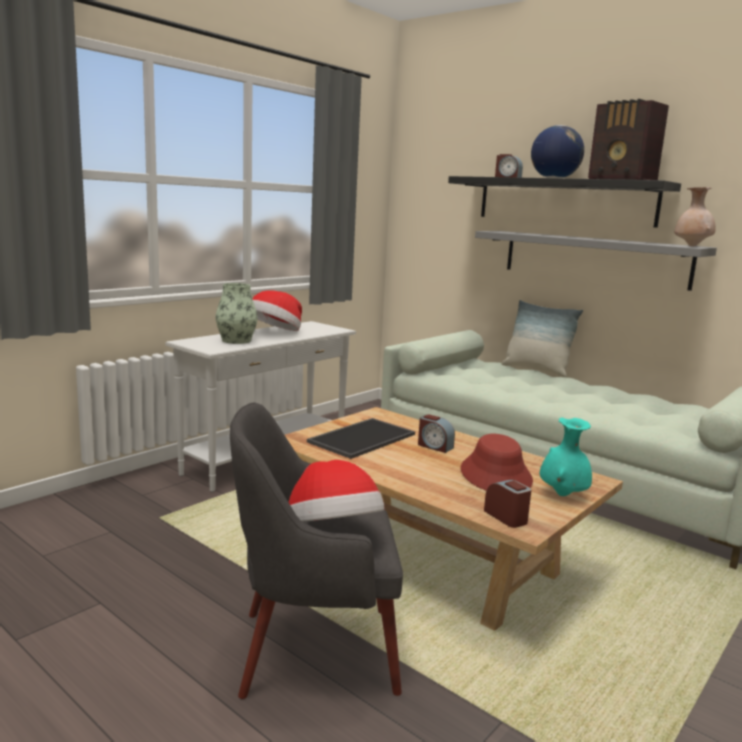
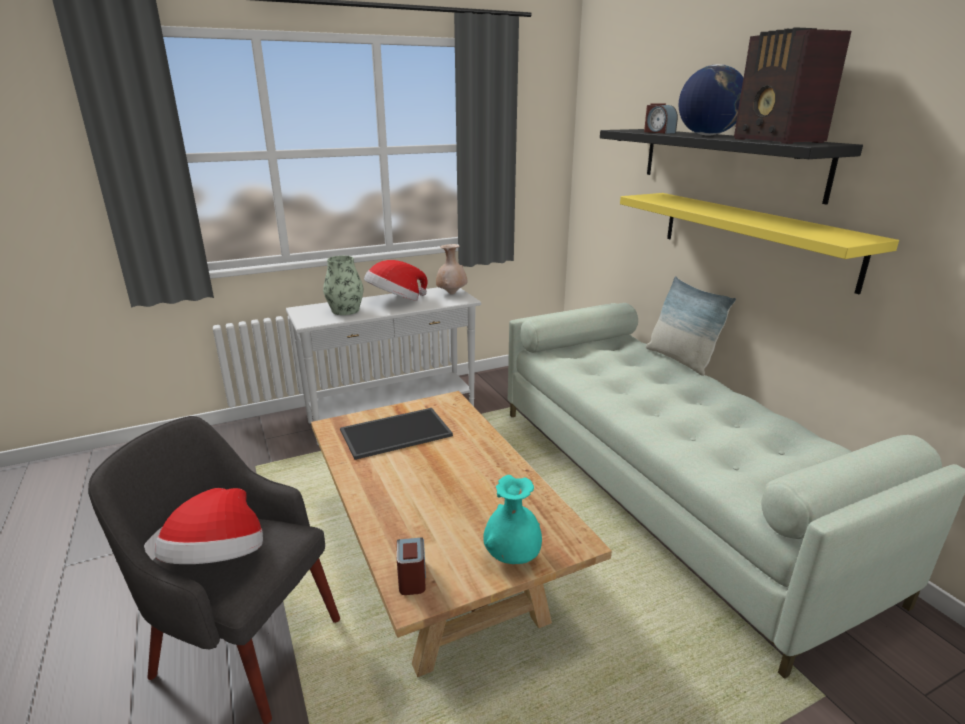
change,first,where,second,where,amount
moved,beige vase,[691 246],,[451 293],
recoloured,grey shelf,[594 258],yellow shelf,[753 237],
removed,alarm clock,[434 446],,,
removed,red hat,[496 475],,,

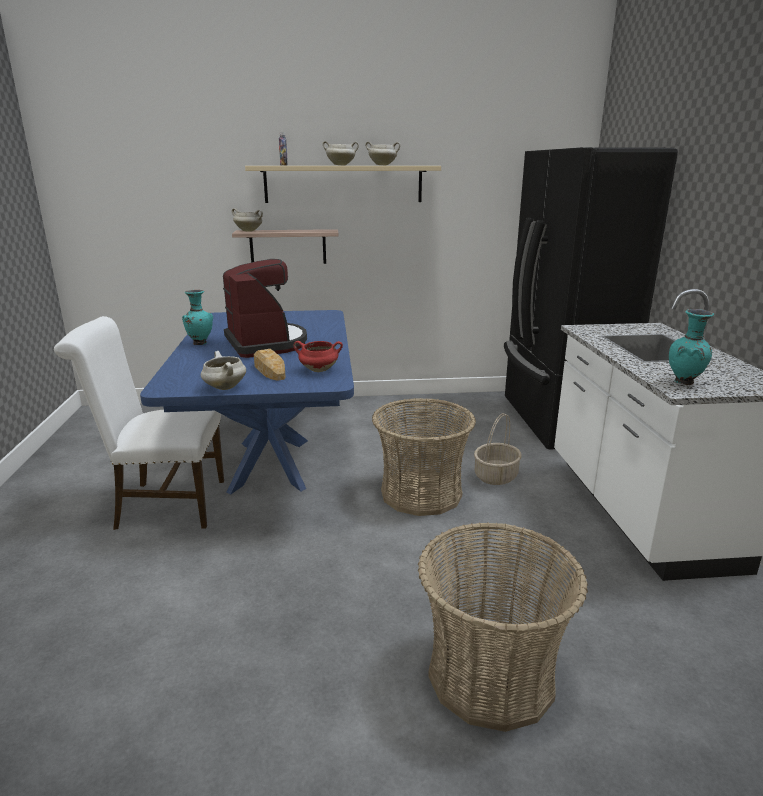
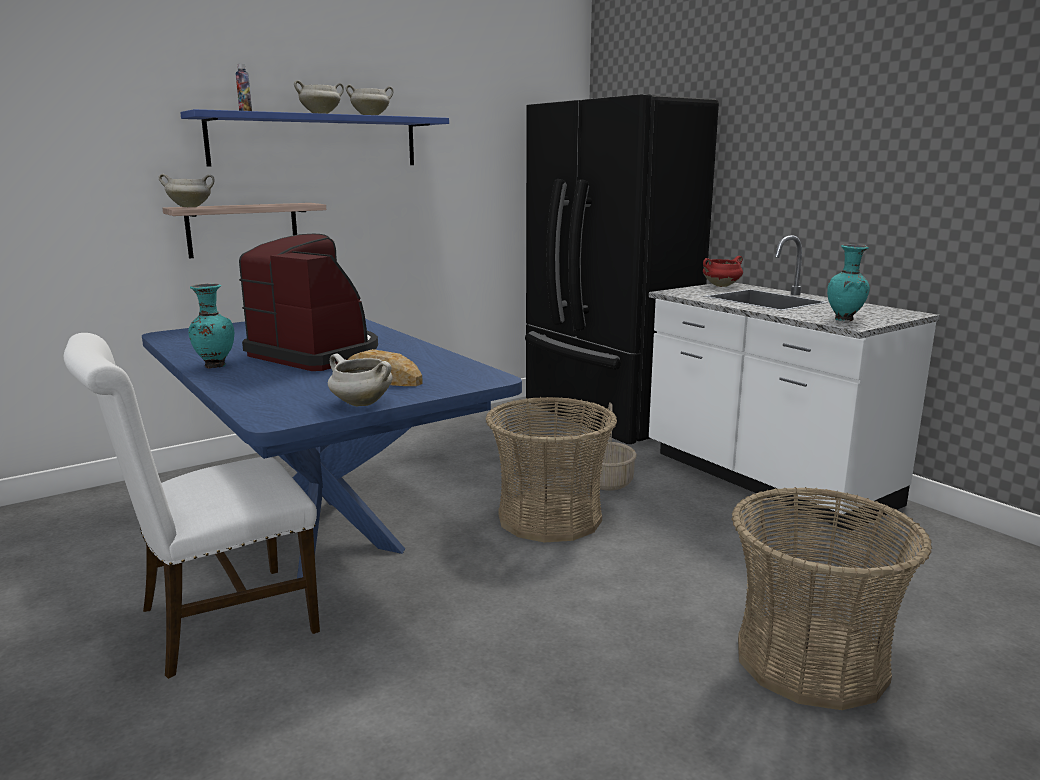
change,first,where,second,where,amount
recoloured,beige shelf,[343 184],blue shelf,[316 141],
moved,red cooking pot,[318 370],,[721 286],

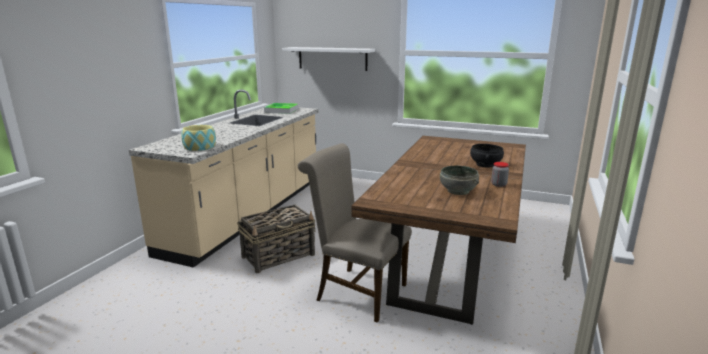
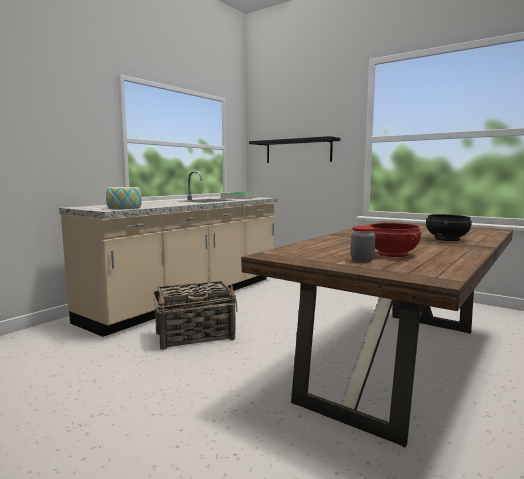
change,first,where,second,where,amount
recoloured,white shelf,[332 58],black shelf,[298 151],
moved,jar,[498 184],,[362 260],
recoloured,grey bowl,[458 191],red bowl,[393 254],
removed,beige chair,[356 291],,,

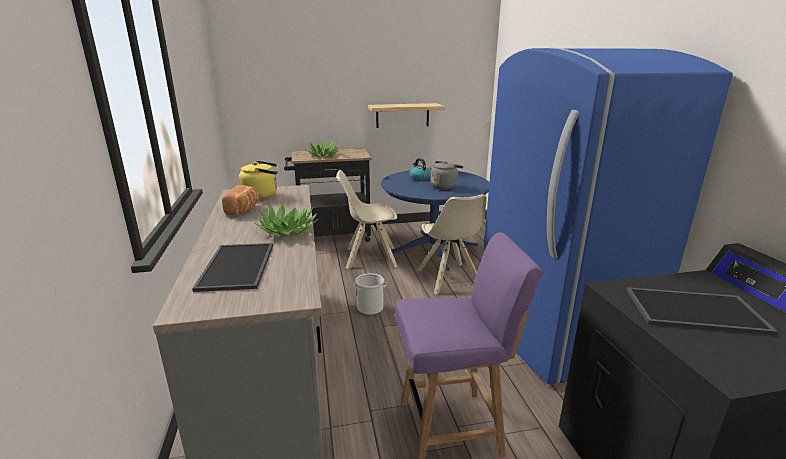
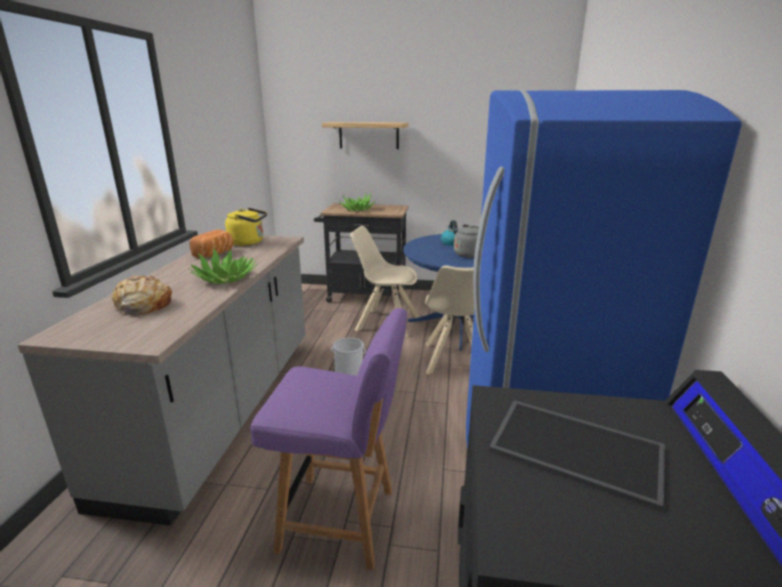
change,first,where,second,where,amount
replaced,tray,[238 266],bread,[143 305],
moved,shelf,[402 115],,[369 135],

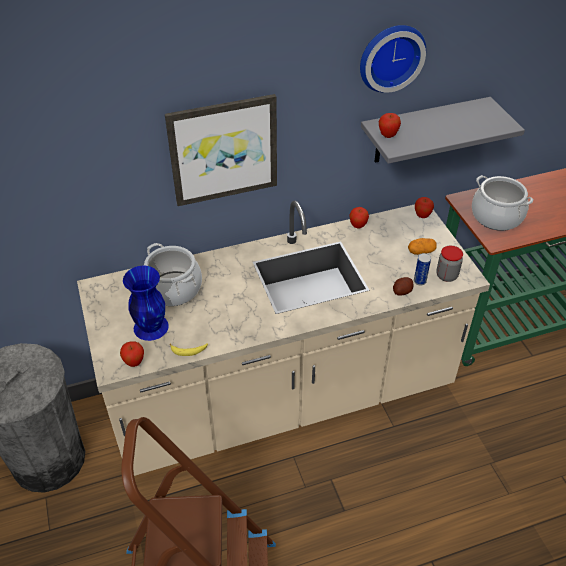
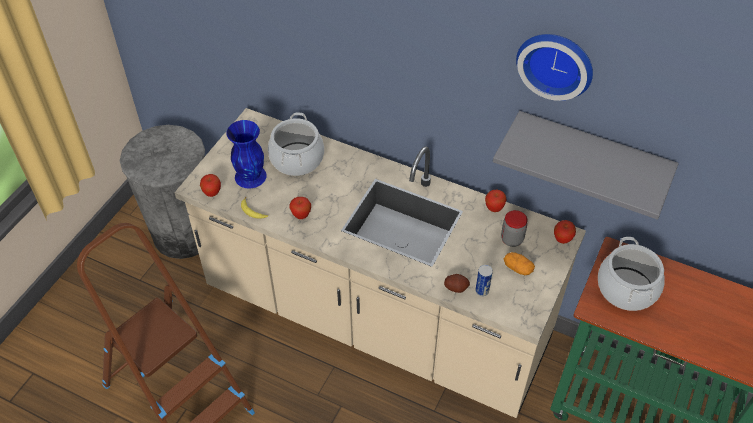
change,first,where,second,where,amount
moved,apple,[388 135],,[301 215],
moved,jar,[446 276],,[512 239],
removed,picture,[223 150],,,

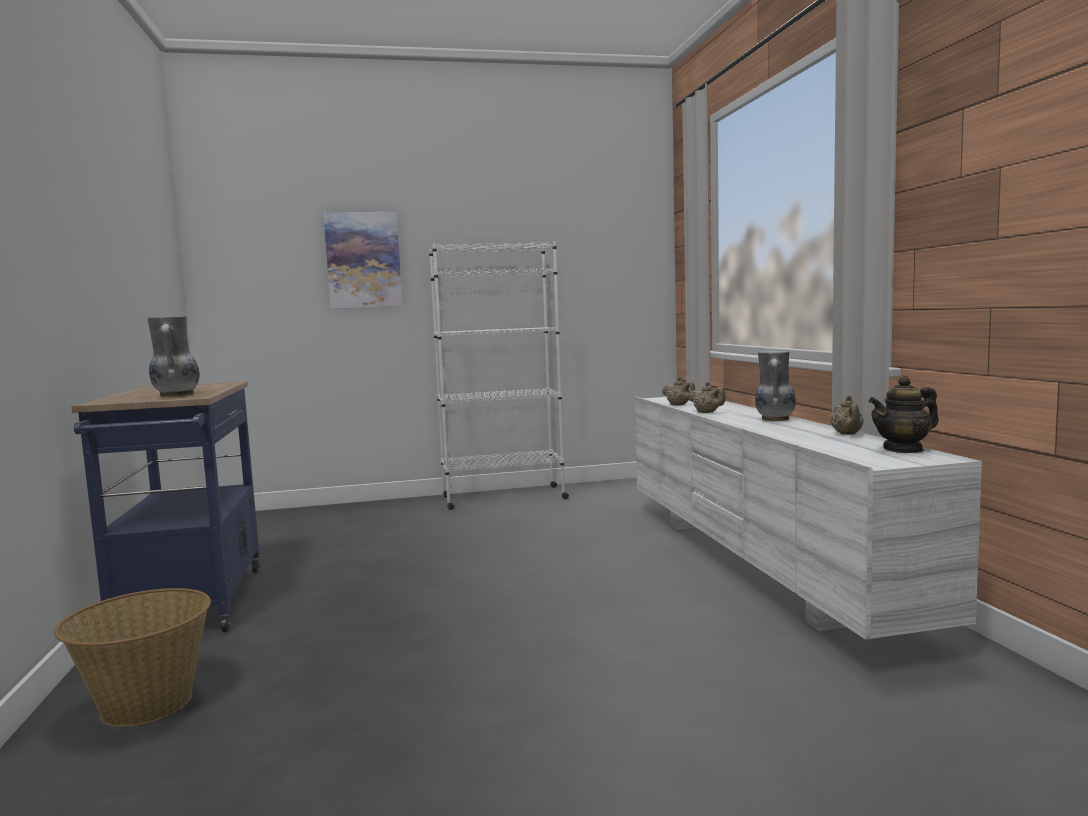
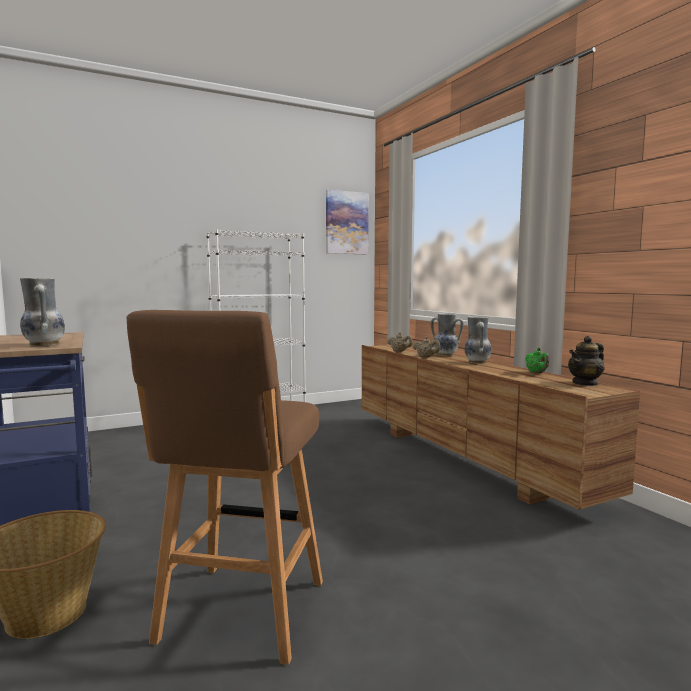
change,first,where,second,where,amount
added,,,brown stool,[240 614],
moved,picture,[363 260],,[346 223],
recoloured,white cabinet,[757 564],brown cabinet,[462 459],
added,,,vase,[445 355],
recoloured,beige teapot,[847 434],green teapot,[537 373],

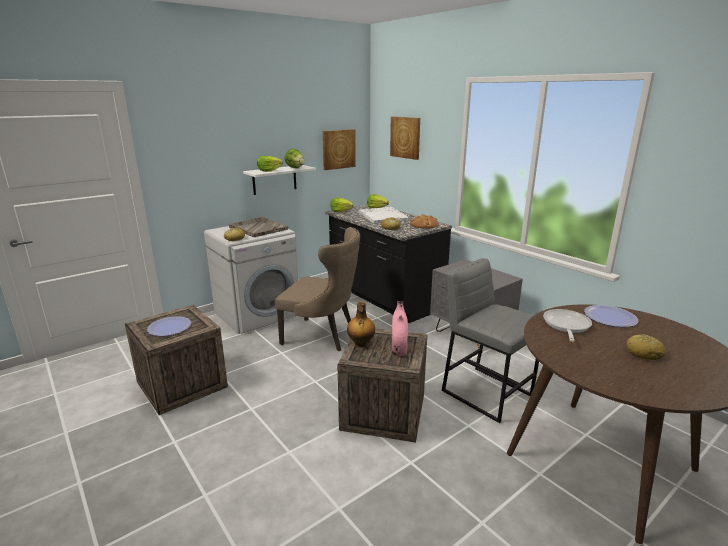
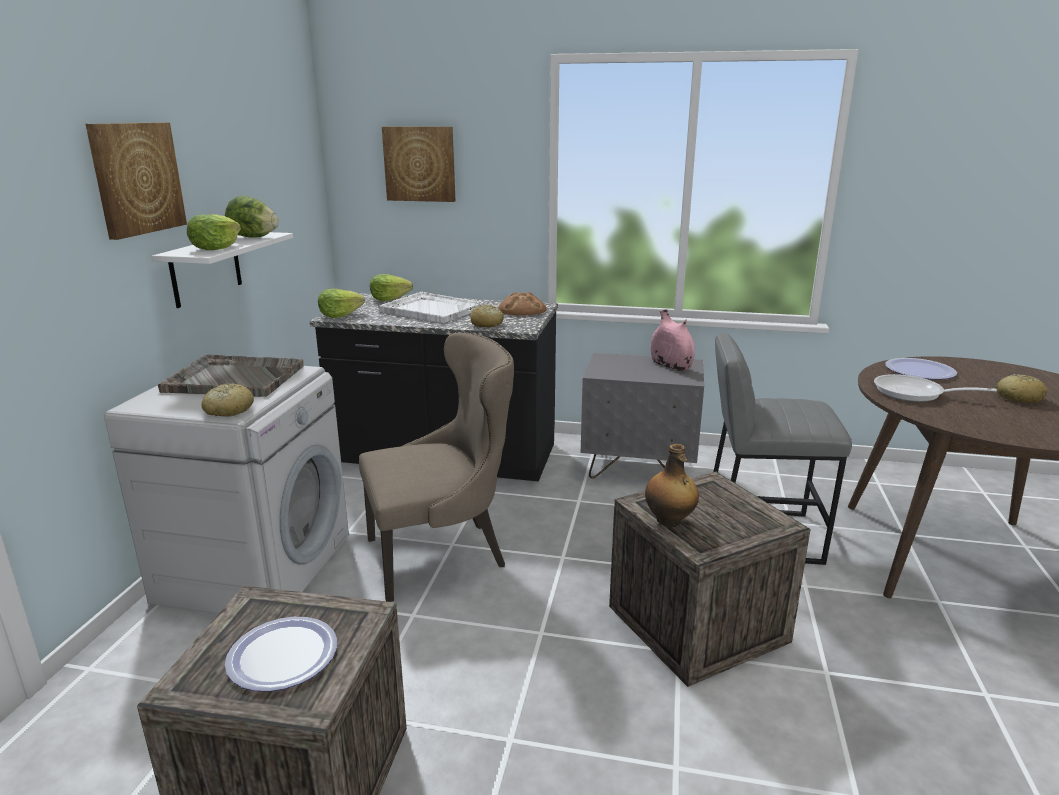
change,first,where,second,where,amount
moved,picture,[338 149],,[136 178],
moved,pink vase,[399 347],,[670 365],
turned,frying pan,[566 326],,[914 393],45 degrees counterclockwise

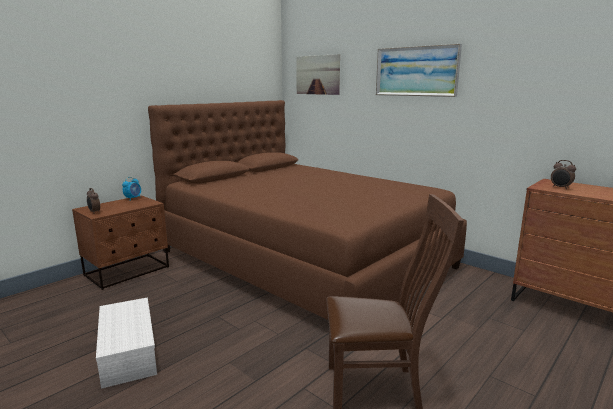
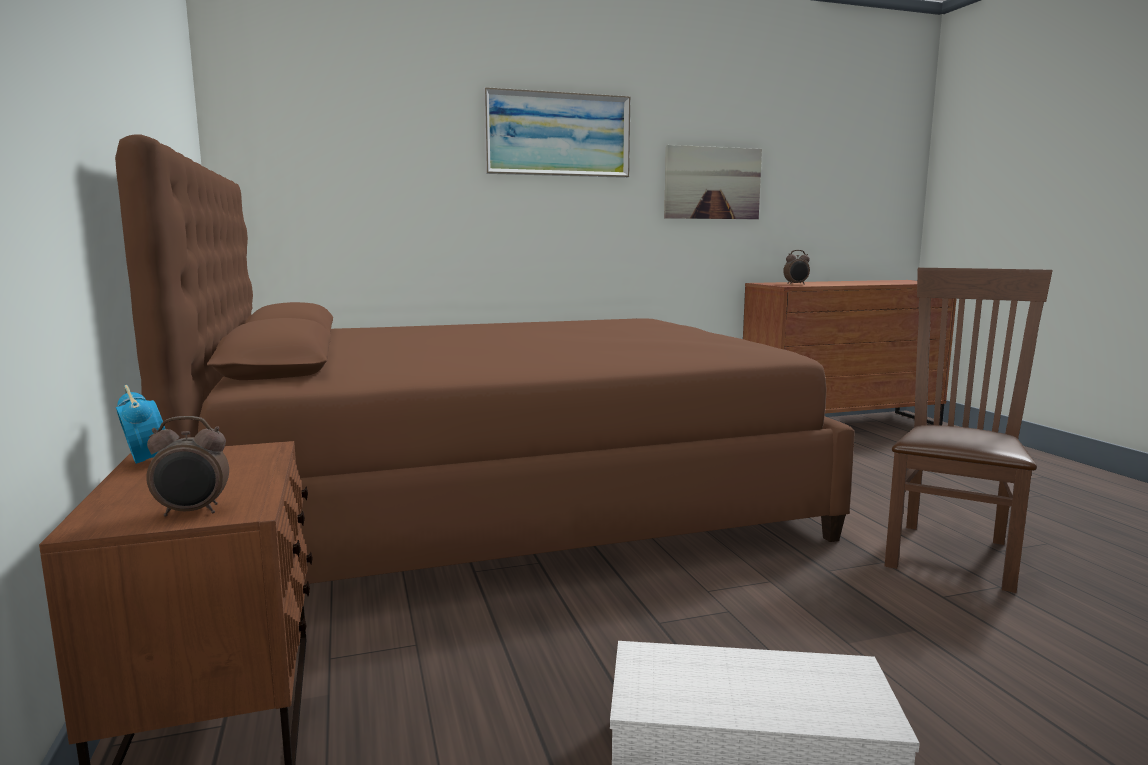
change,first,where,second,where,amount
moved,picture,[317 75],,[712 183],

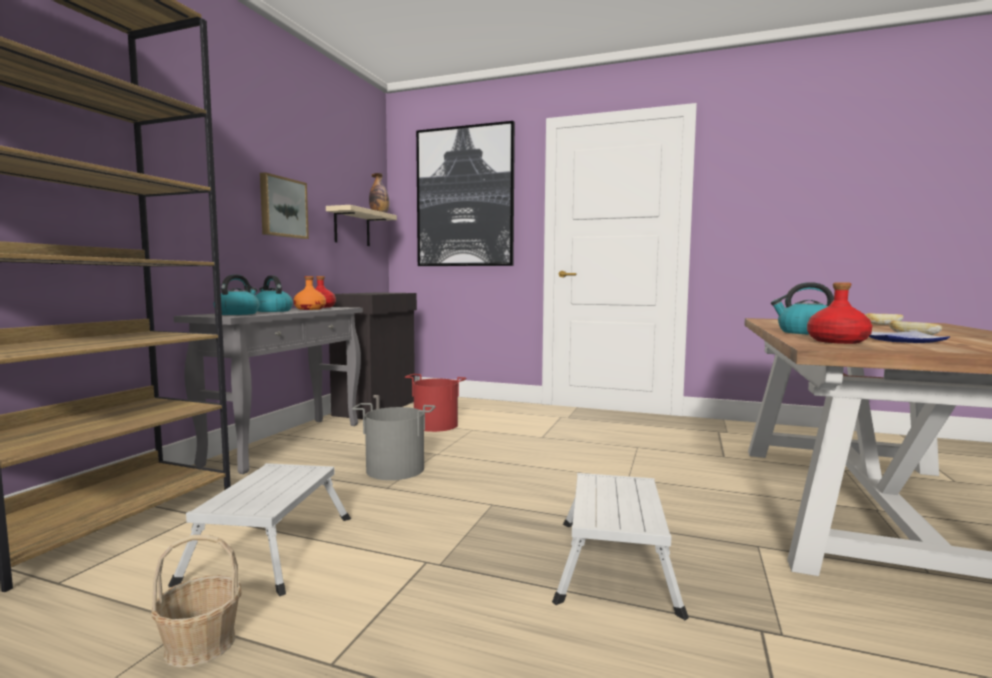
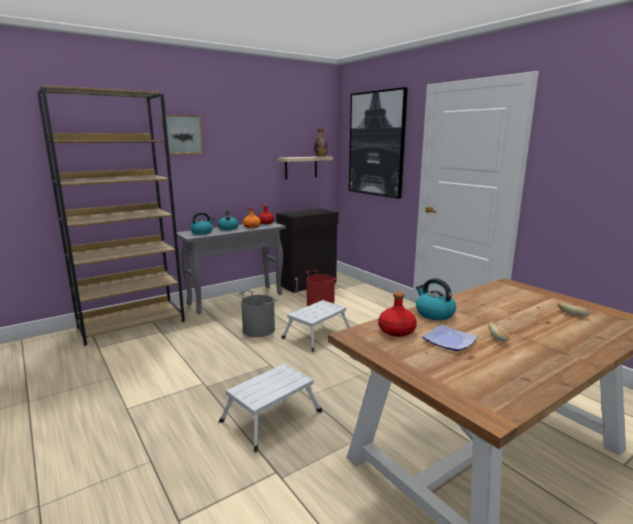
change,first,where,second,where,amount
moved,picture,[282 207],,[182 134],
moved,white step ladder,[270 548],,[317 334],
removed,basket,[200 644],,,

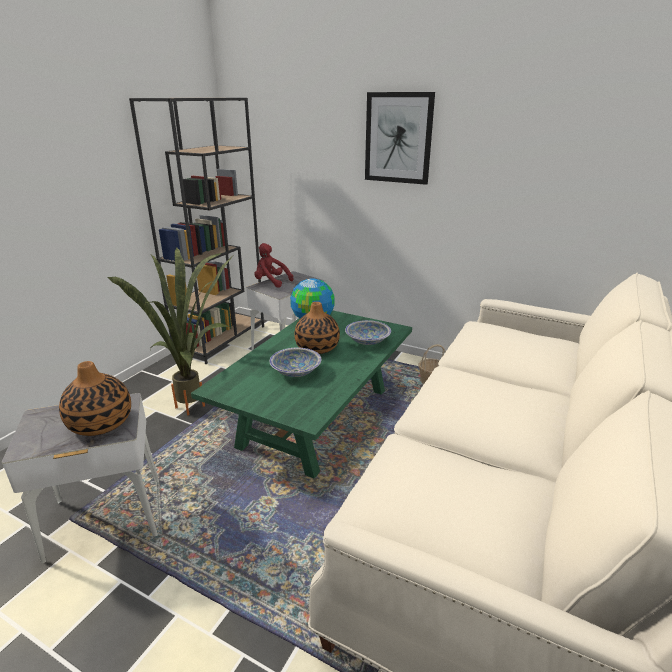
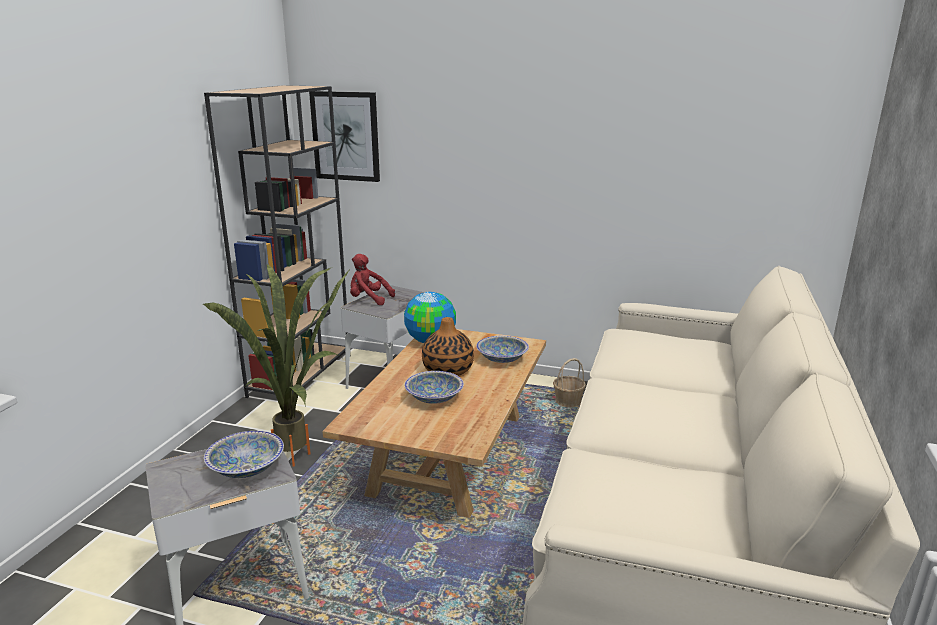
change,first,where,second,where,amount
replaced,vase,[100 423],bowl,[246 468],
moved,picture,[398 138],,[345 136],
recoloured,green coffee table,[316 417],beige coffee table,[450 453],

